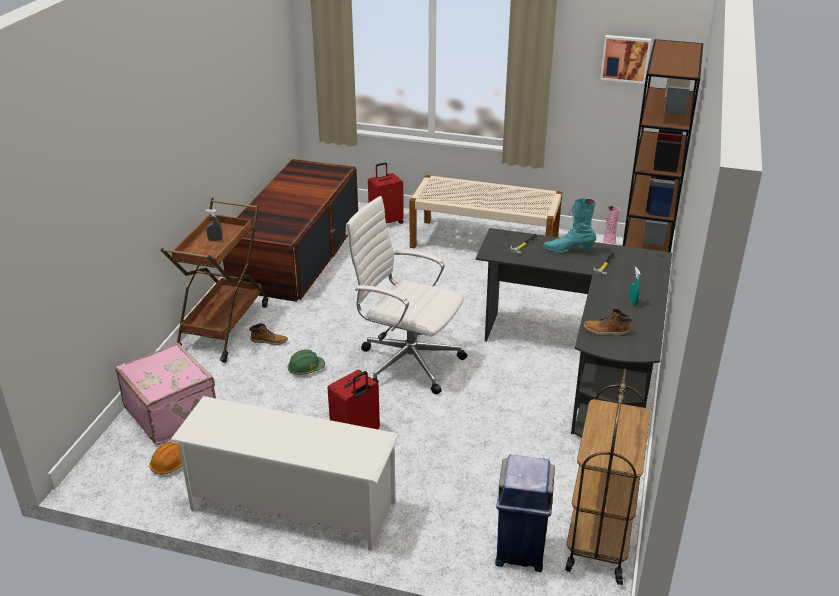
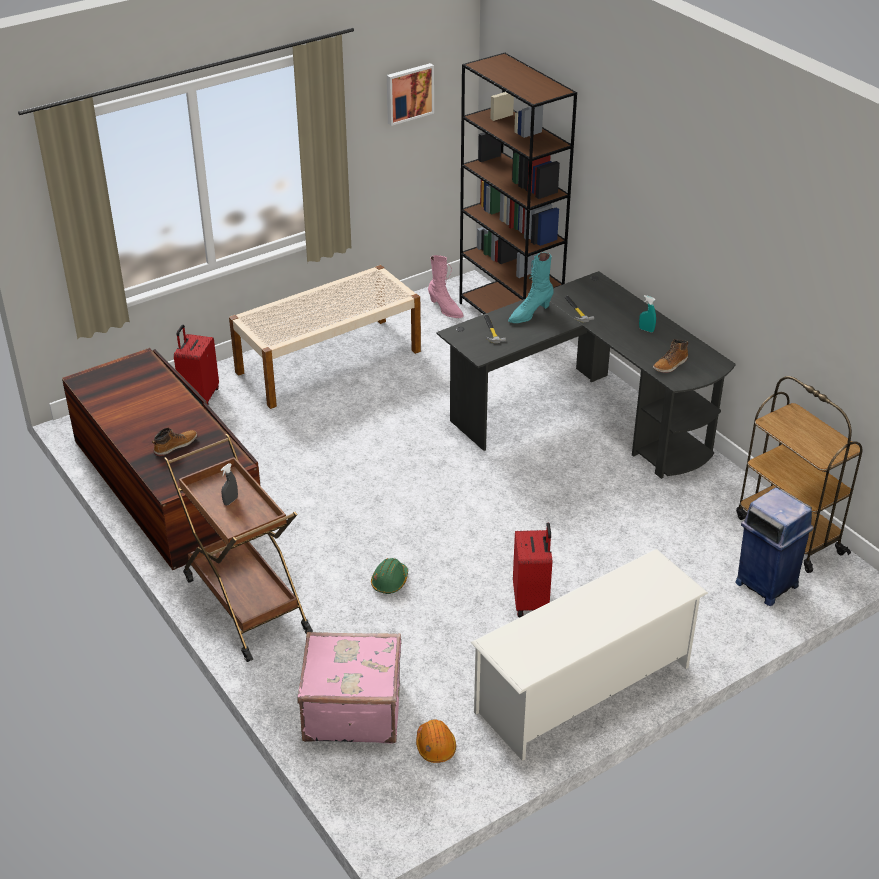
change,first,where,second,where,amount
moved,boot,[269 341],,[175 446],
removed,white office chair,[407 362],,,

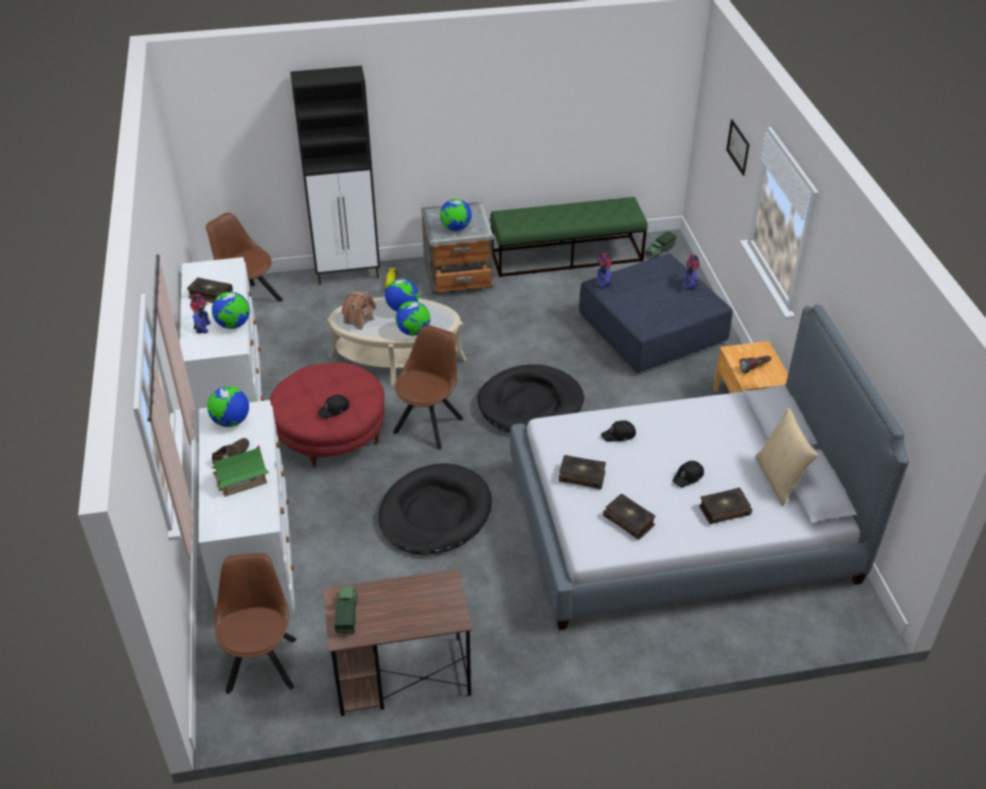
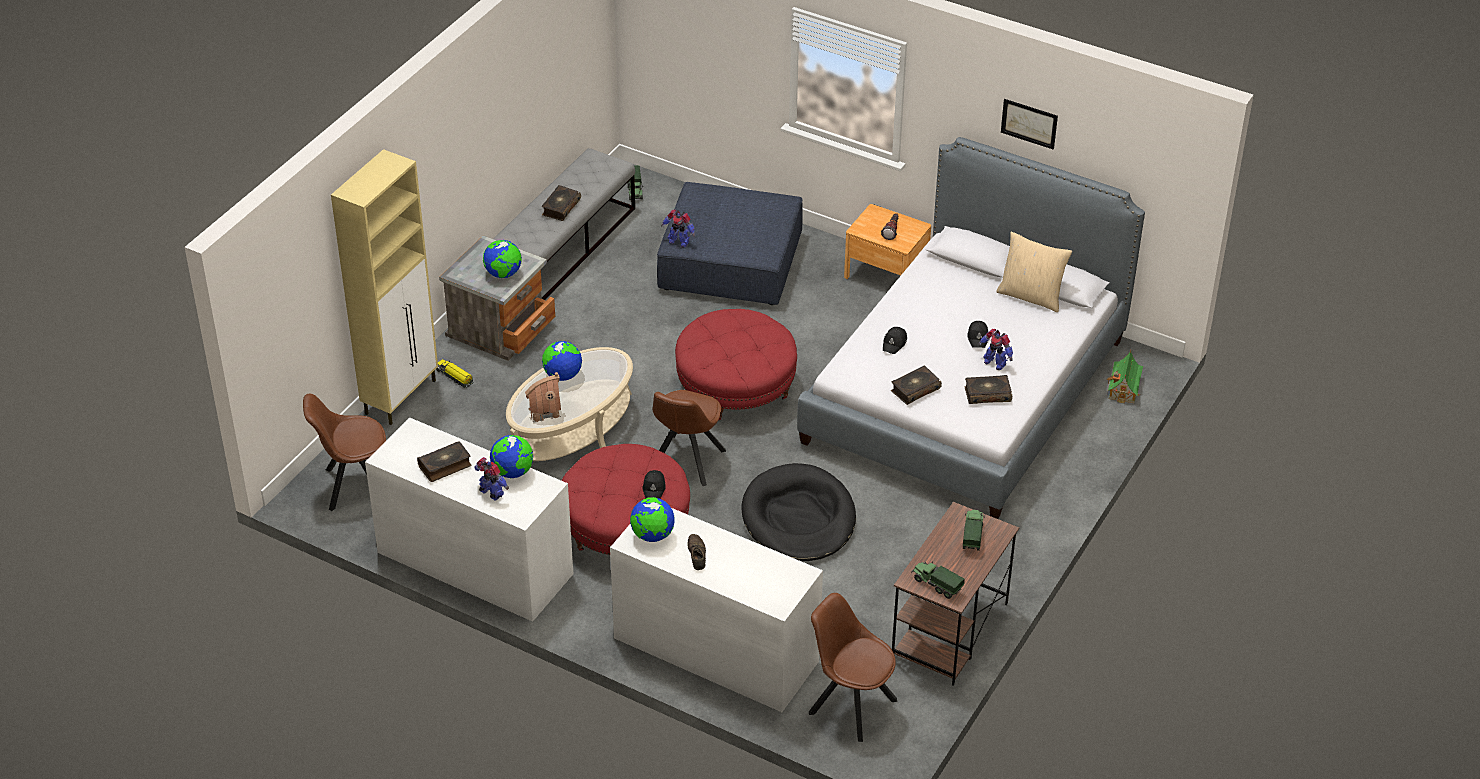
change,first,where,second,where,amount
recoloured,black cabinet,[348 274],beige cabinet,[401 396],
recoloured,green bench,[567 256],grey bench,[566 247],
moved,book,[724 510],,[560 207],
turned,brown chair,[429 424],,[686 461],135 degrees counterclockwise
replaced,black dog bed,[530 404],red ottoman,[736 388],
added,,,toy truck,[972 535],
moved,toy robot,[690 284],,[994 363],
moved,picture,[738 147],,[1029 123],
moved,toy house,[241 480],,[1124 388],
removed,globe,[413 332],,,

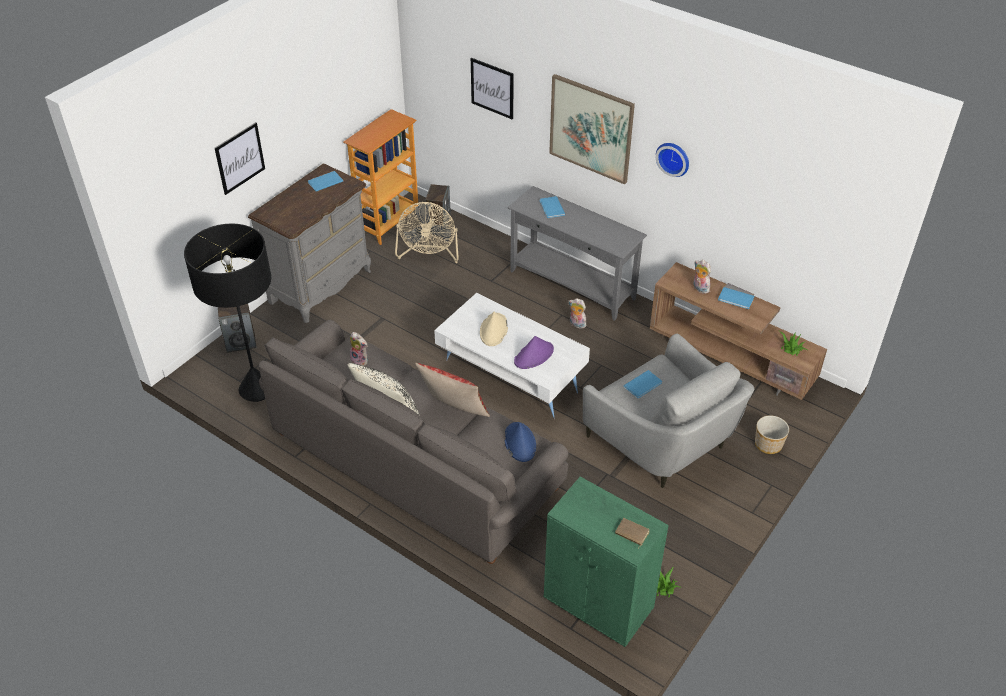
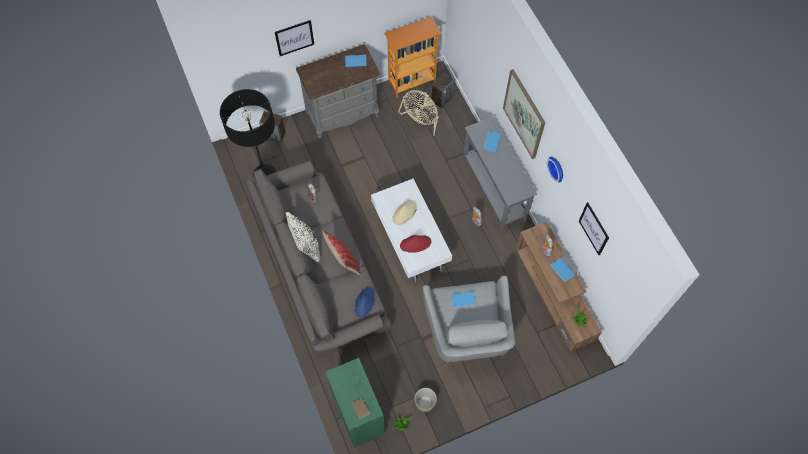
change,first,where,second,where,amount
recoloured,purple hat,[534 355],red hat,[415 243],
moved,planter,[768 444],,[425 403],
moved,picture,[492 88],,[593 229],

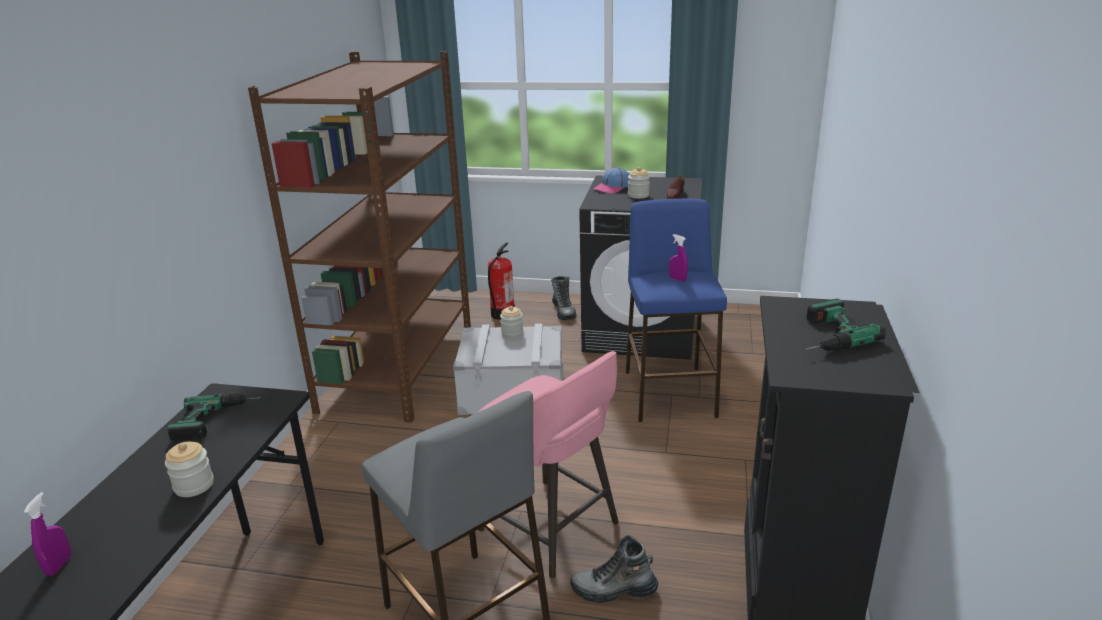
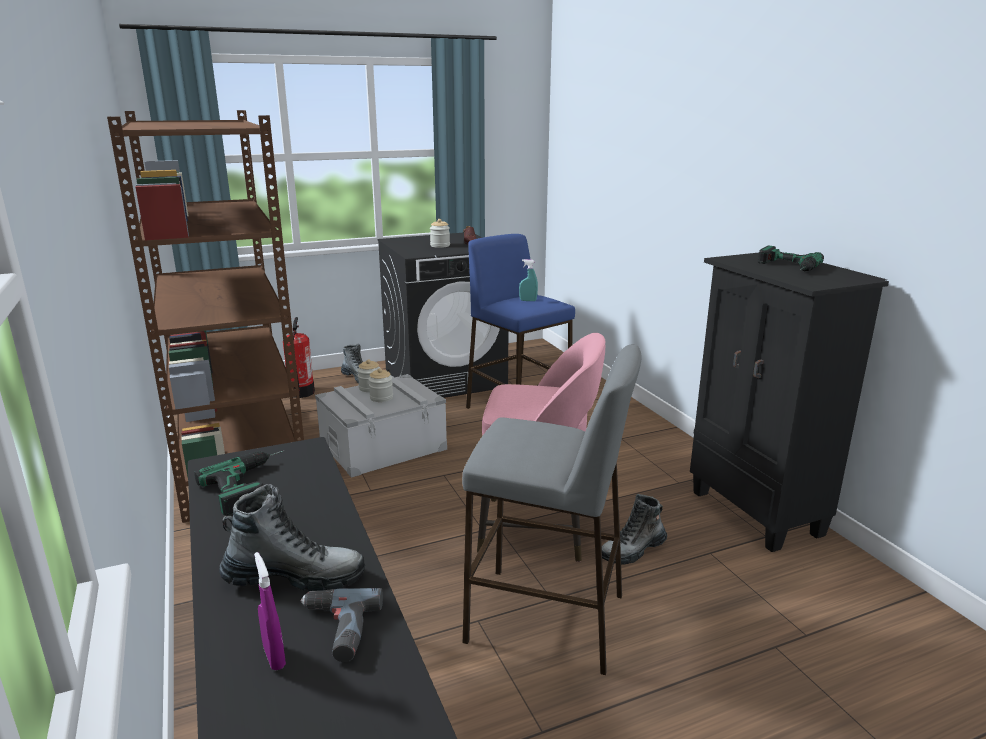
change,first,where,second,where,amount
added,,,boot,[295 577],
added,,,power drill,[336 630],
moved,jar,[194 485],,[381 398],
recoloured,purple spray bottle,[677 279],turquoise spray bottle,[528 300],
removed,cap,[613 188],,,

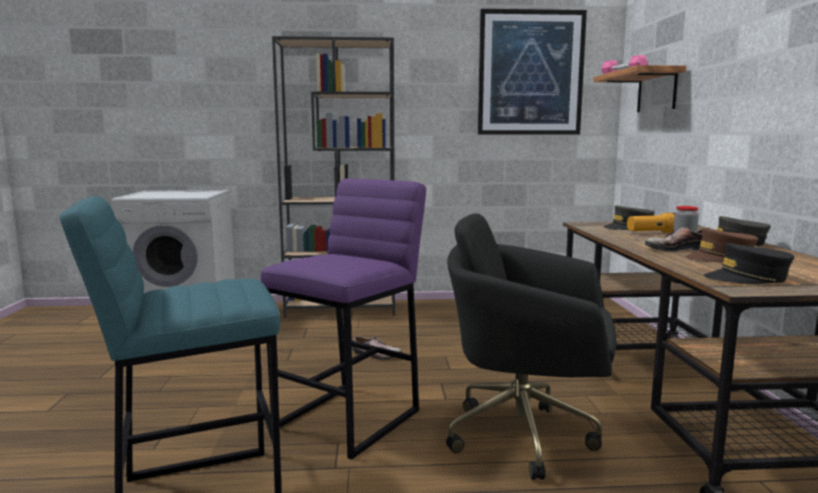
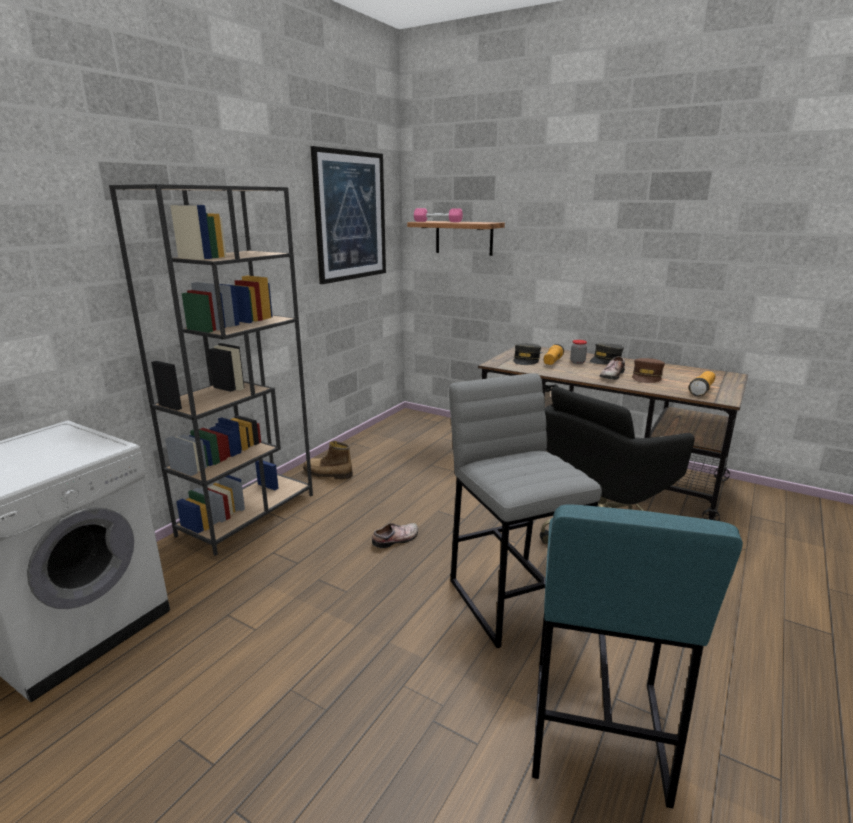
change,first,where,second,where,amount
added,,,boot,[327 474],
recoloured,purple stool,[350 418],grey stool,[511 598],
replaced,black cap,[747 278],flashlight,[702 390],

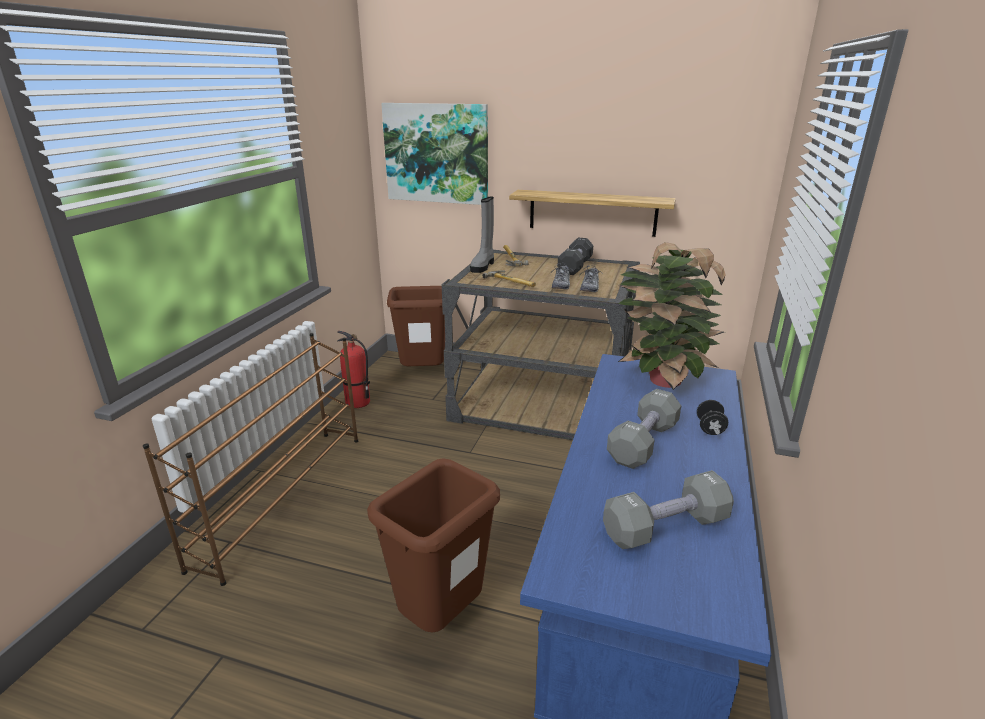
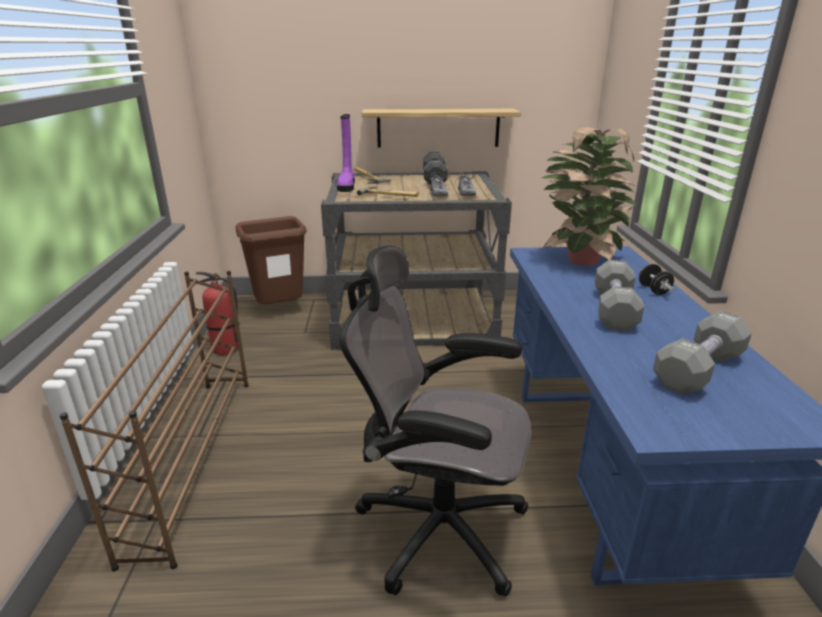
change,first,where,second,where,amount
recoloured,grey boot,[483 266],purple boot,[347 186],
replaced,brown trash can,[442 618],office chair,[440 531],
removed,picture,[436 153],,,

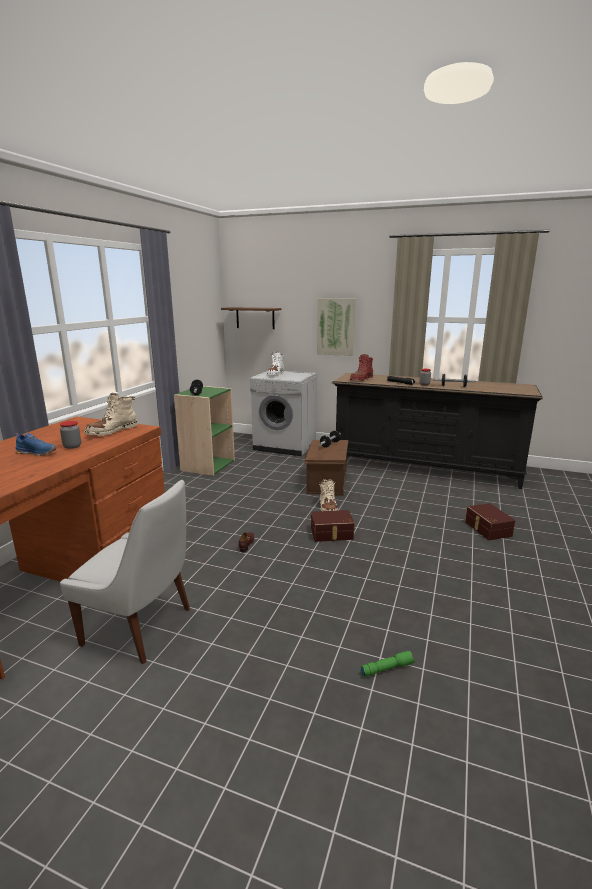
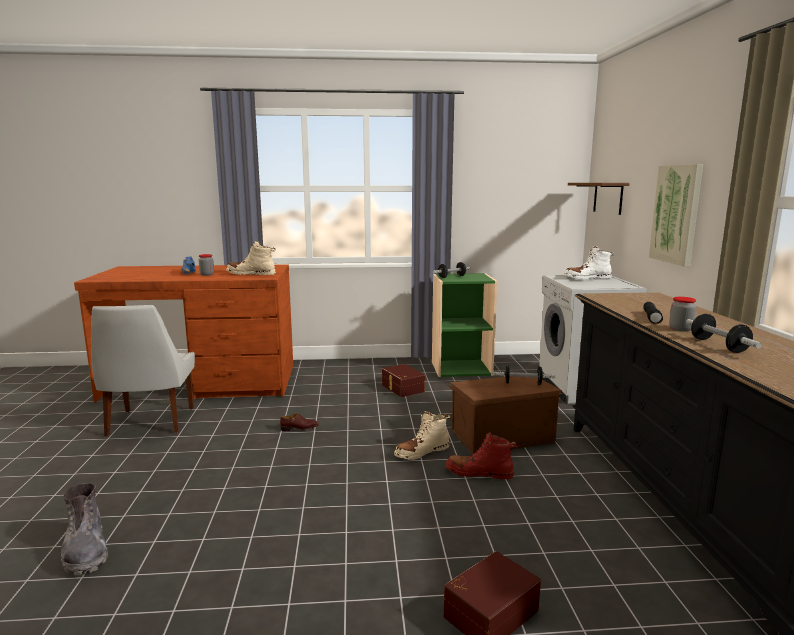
change,first,where,second,where,amount
replaced,green flashlight,[387 668],grey boot,[86 551],
moved,brown storage box,[332 534],,[402 388],
moved,red boot,[361 379],,[479 473],

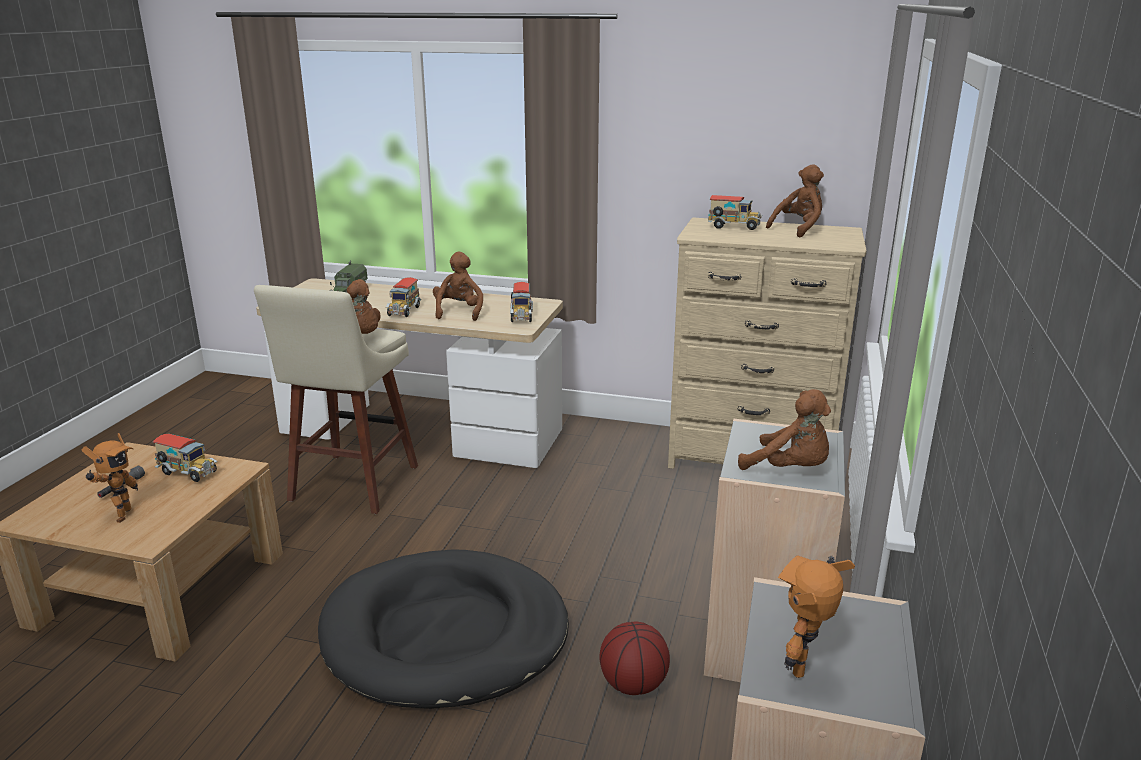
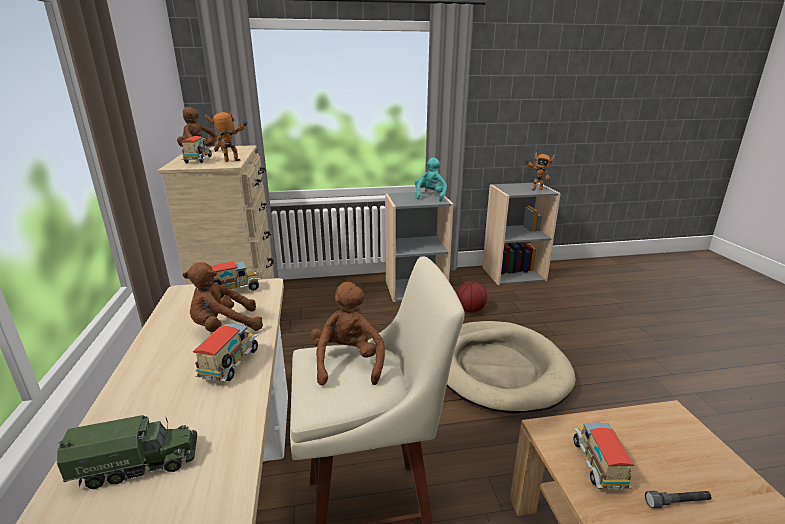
change,first,where,second,where,amount
turned,toy truck,[404 311],,[231 366],60 degrees counterclockwise
moved,toy robot,[120 515],,[233 161],
recoloured,brown plush toy,[790 469],turquoise plush toy,[430 196],
recoloured,black dog bed,[445 634],beige dog bed,[497 369],

